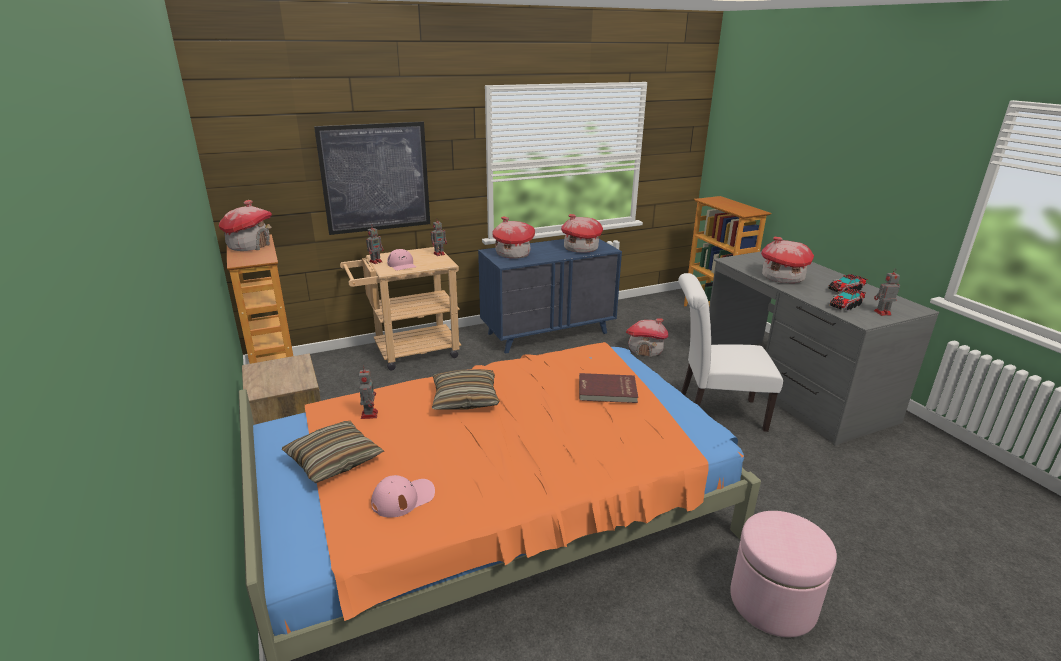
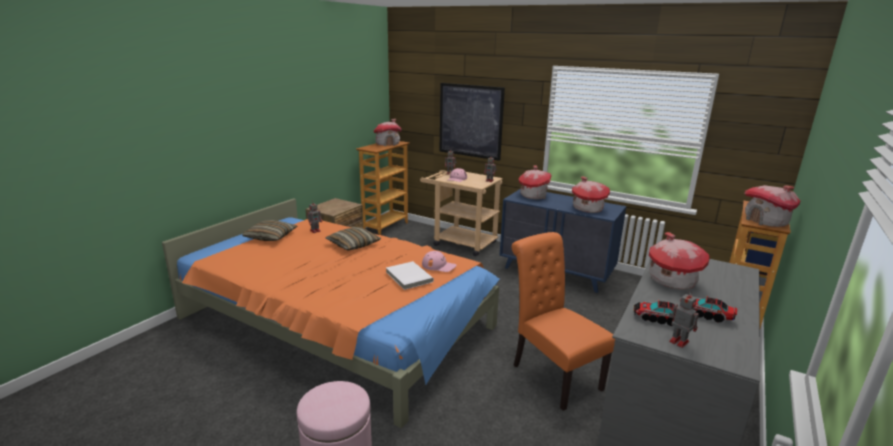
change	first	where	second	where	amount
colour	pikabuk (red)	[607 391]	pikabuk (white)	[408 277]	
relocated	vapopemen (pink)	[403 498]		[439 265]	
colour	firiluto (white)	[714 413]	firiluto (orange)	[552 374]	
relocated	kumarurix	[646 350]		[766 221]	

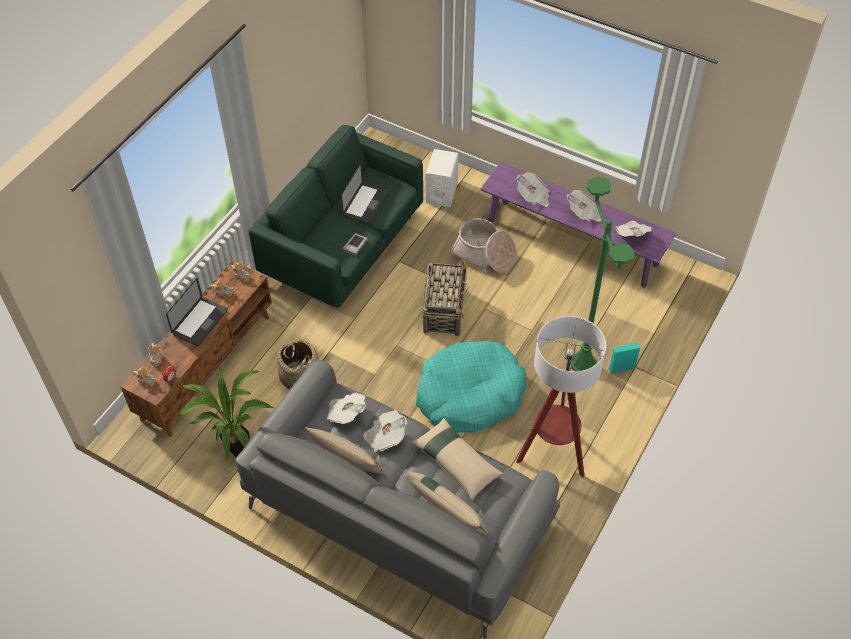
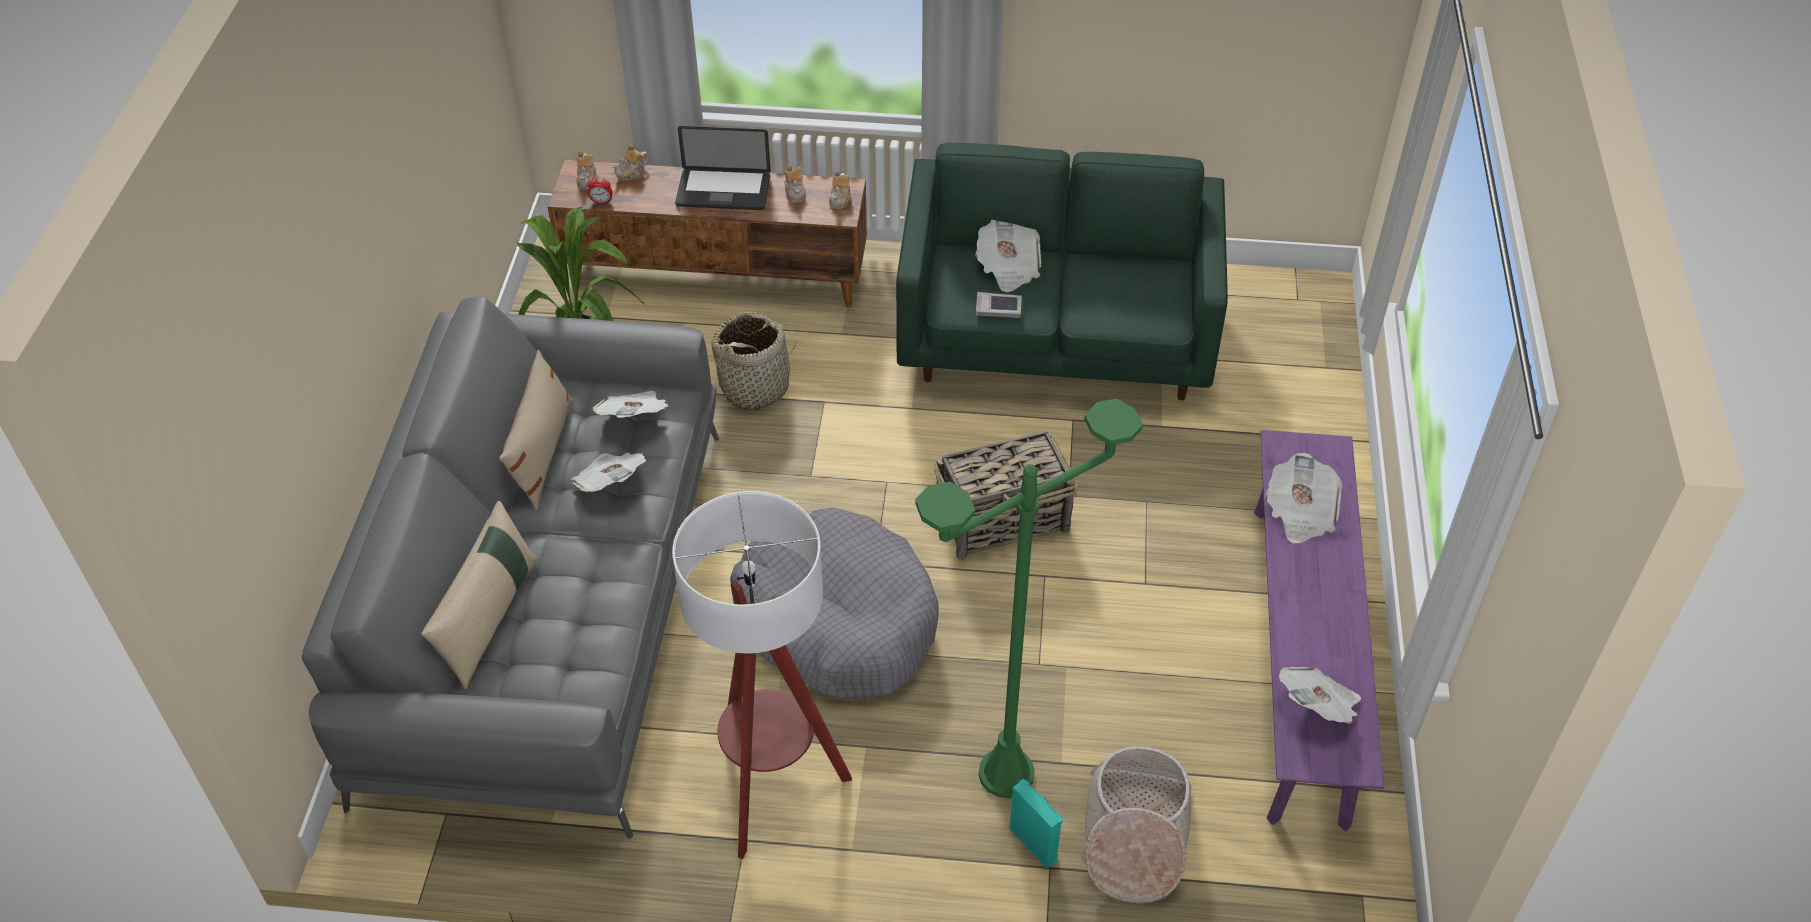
change	first	where	second	where	amount
colour	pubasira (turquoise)	[469 395]	pubasira (grey)	[837 619]	
relocated	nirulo	[583 213]		[1008 268]	
relocated	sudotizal	[484 255]		[1134 837]	
missing	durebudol	[366 204]			
missing	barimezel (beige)	[457 462]			
missing	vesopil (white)	[441 192]			

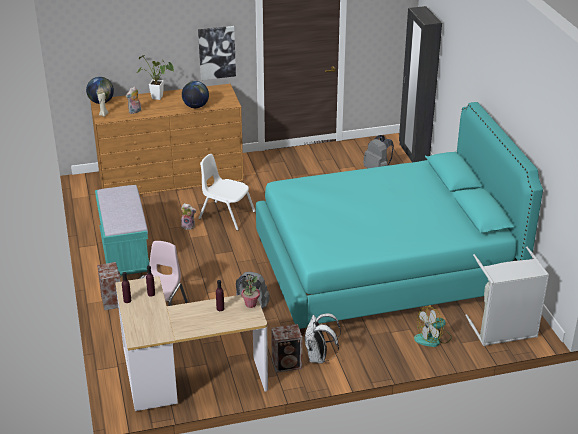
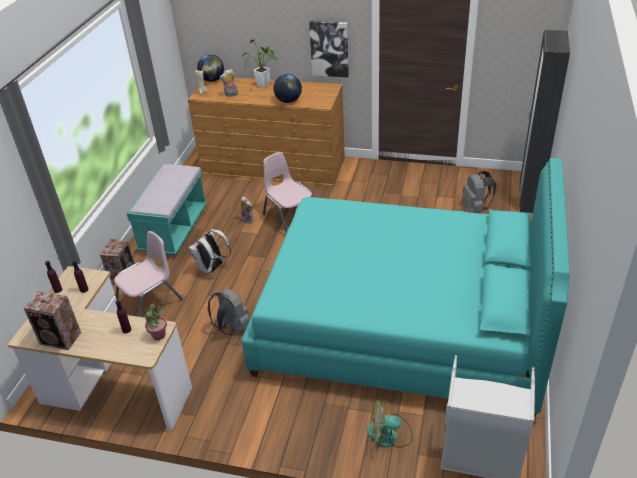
change	first	where	second	where	amount
relocated	vesopil	[287 364]		[61 339]	
relocated	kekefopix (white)	[319 357]		[212 268]	
colour	firiluto (white)	[226 215]	firiluto (pink)	[290 218]	

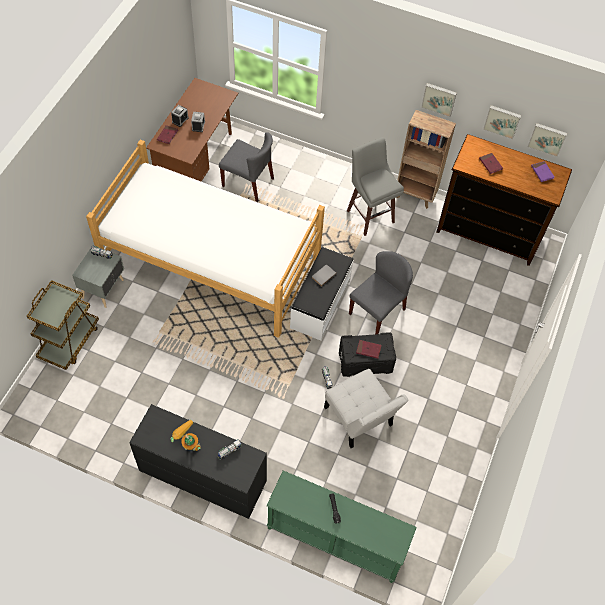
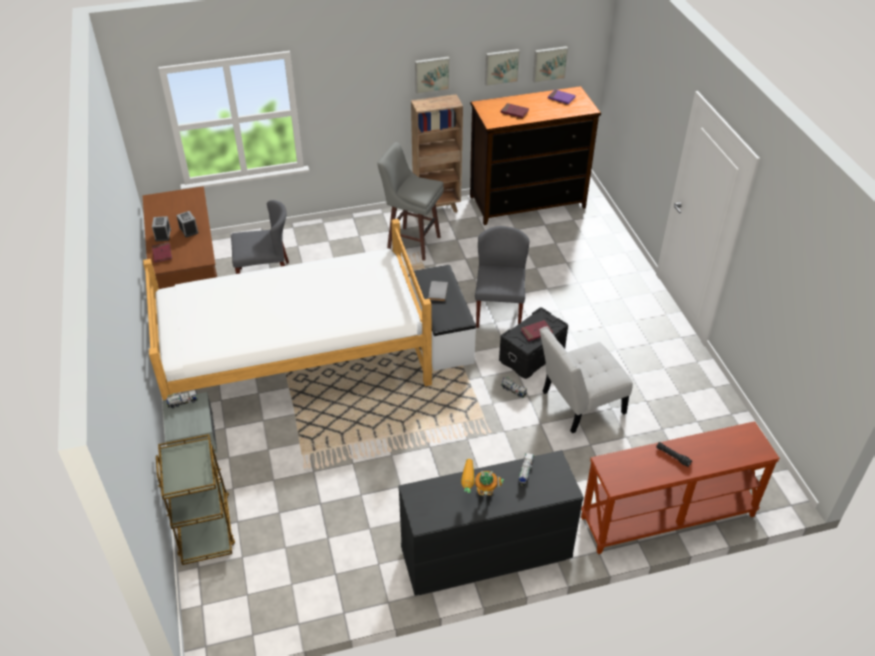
change	first	where	second	where	amount
spun	firiluto (white)	[360 420]		[579 404]	135 degrees clockwise
colour	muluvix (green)	[335 539]	muluvix (brown)	[667 517]	

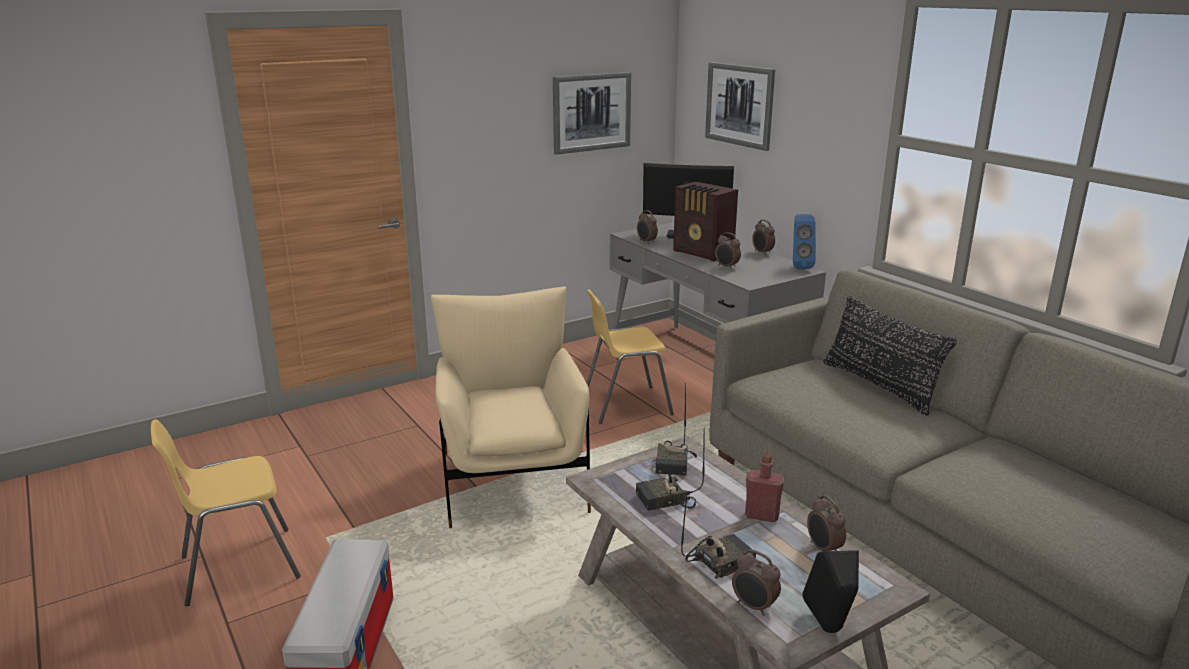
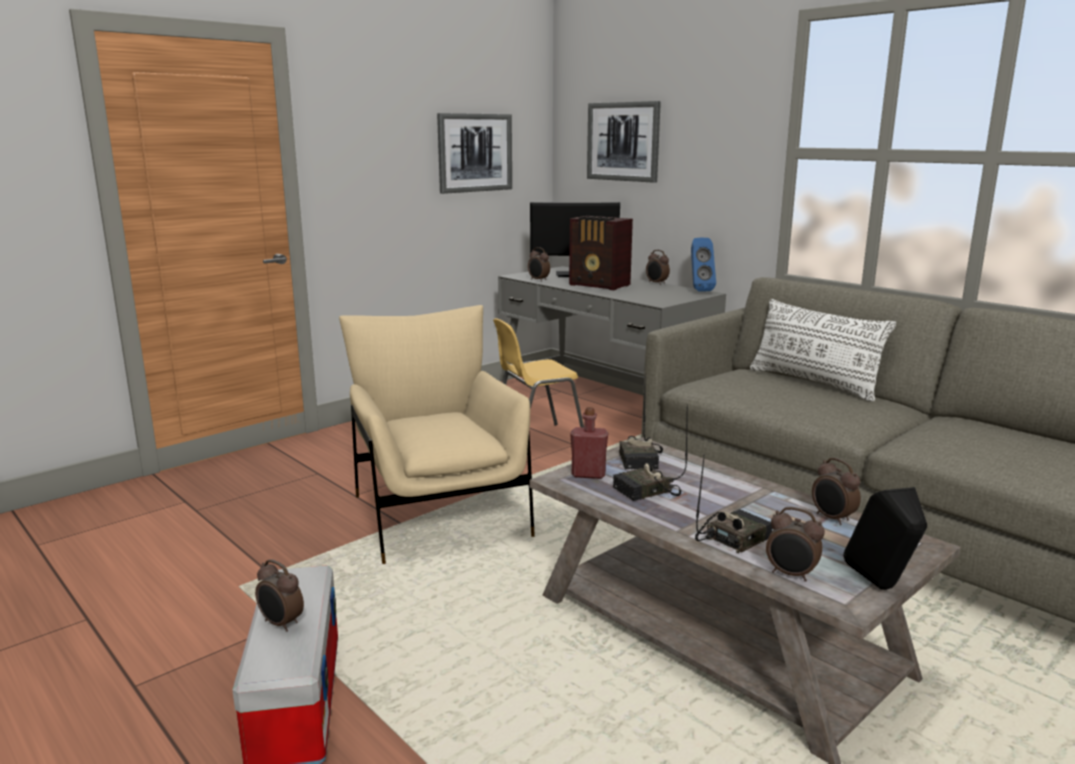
change	first	where	second	where	amount
relocated	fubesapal	[726 267]		[281 624]	
relocated	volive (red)	[762 515]		[588 474]	
colour	barimezel (black)	[879 386]	barimezel (white)	[813 383]	
missing	firiluto (yellow)	[238 566]			

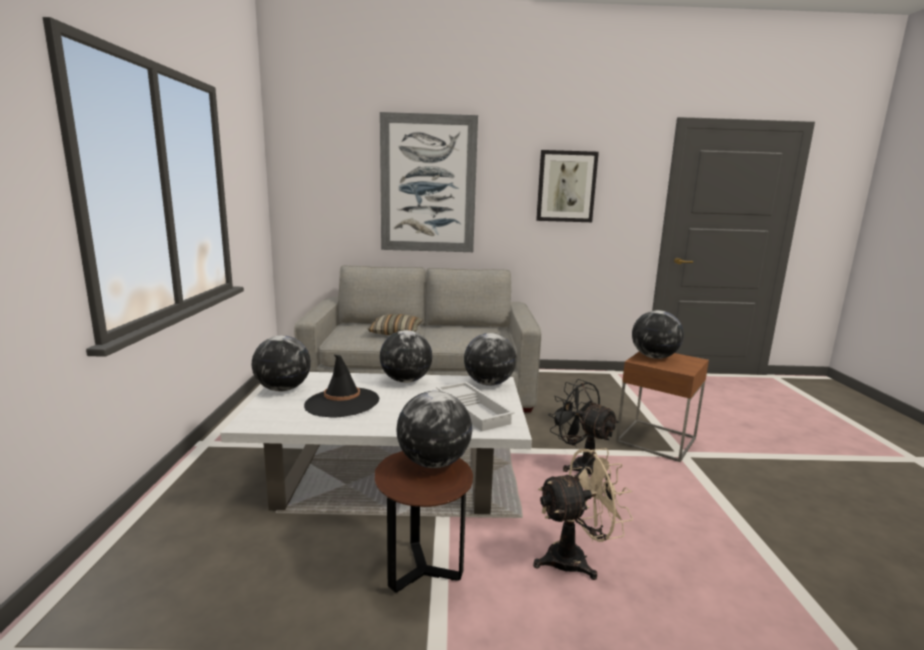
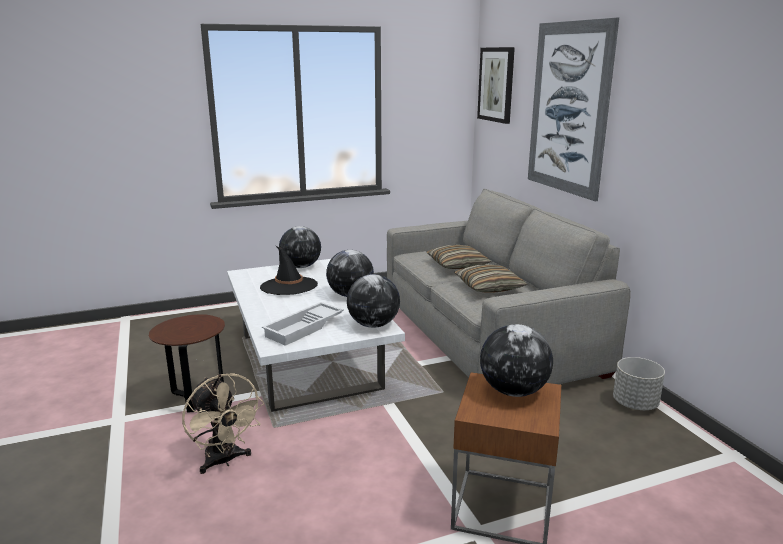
change	first	where	second	where	amount
appeared			barimezel	[489 287]	
relocated	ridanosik	[566 186]		[496 84]	
appeared			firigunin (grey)	[635 404]	
missing	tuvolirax	[434 462]			
missing	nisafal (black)	[580 465]			

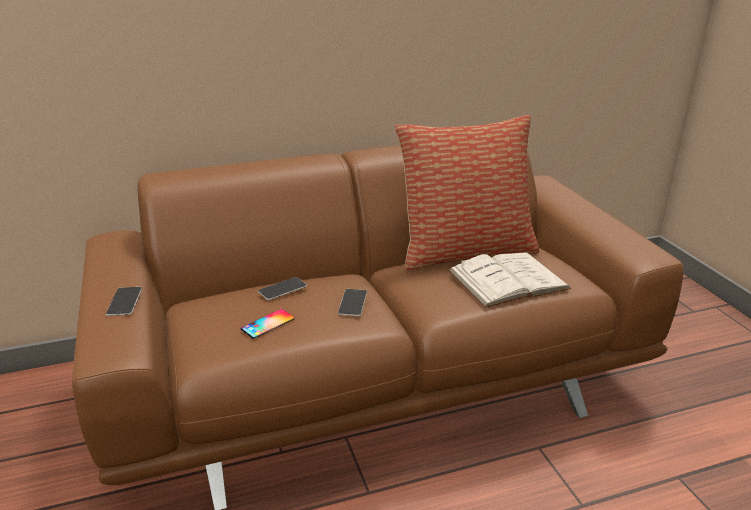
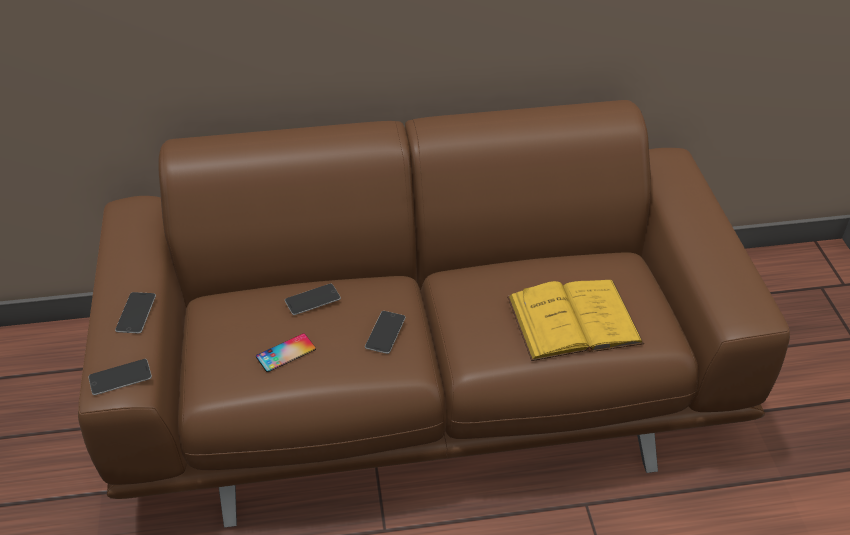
change	first	where	second	where	amount
appeared			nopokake	[120 377]	
colour	pikabuk (white)	[507 279]	pikabuk (yellow)	[573 320]	
missing	barimezel	[465 251]			

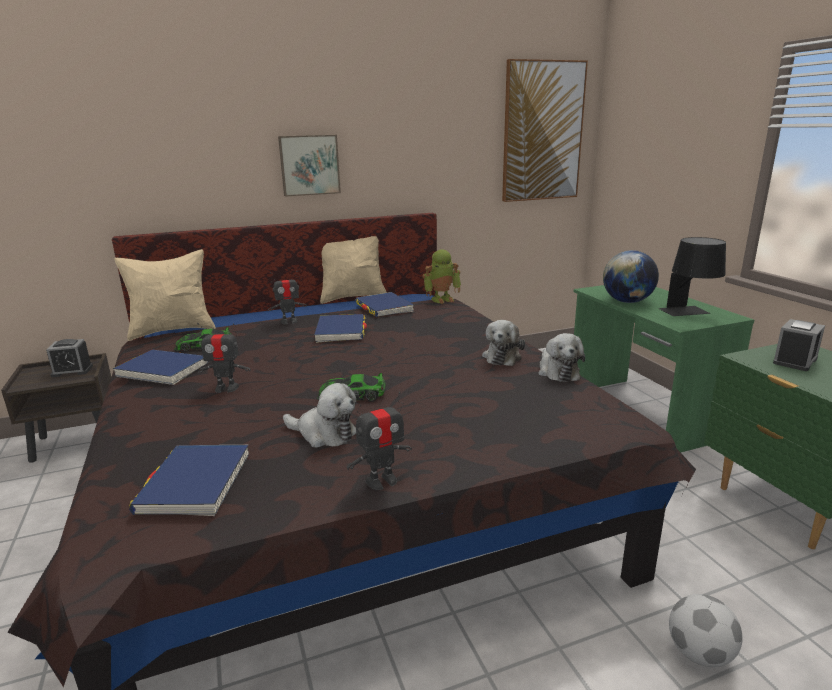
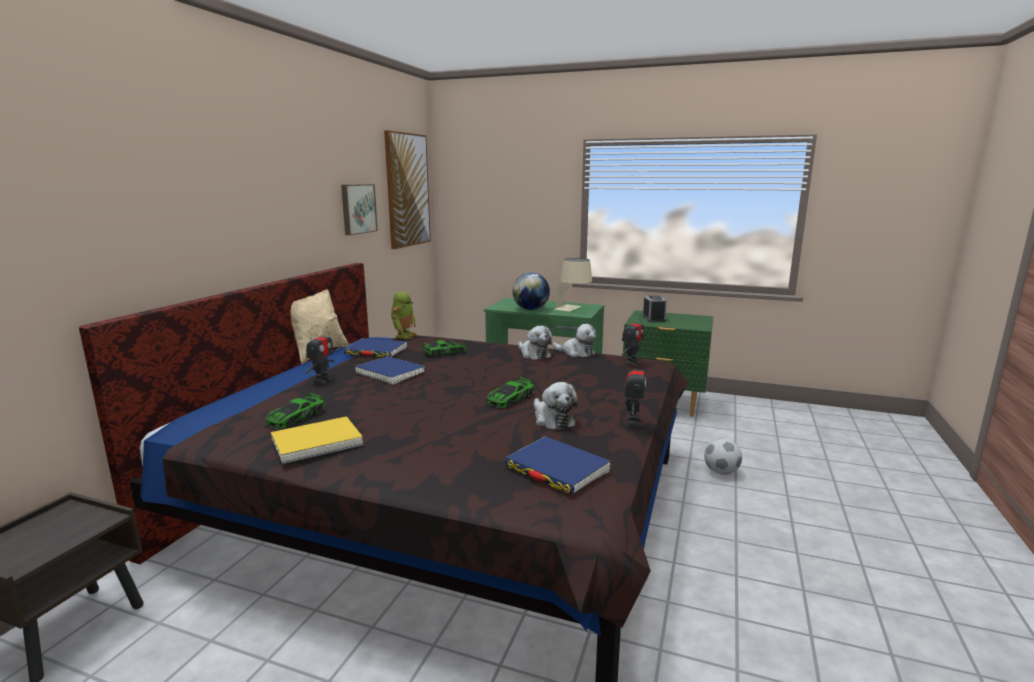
change	first	where	second	where	amount
colour	pikabuk (blue)	[163 370]	pikabuk (yellow)	[317 443]	
relocated	ridanosik	[309 165]		[357 209]	
appeared			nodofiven	[445 352]	
spun	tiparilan	[324 434]		[552 420]	90 degrees clockwise
colour	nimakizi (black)	[689 313]	nimakizi (beige)	[573 308]	
relocated	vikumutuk	[226 388]		[631 363]	
missing	fubesapal	[72 371]			
missing	barimezel (beige)	[173 330]			

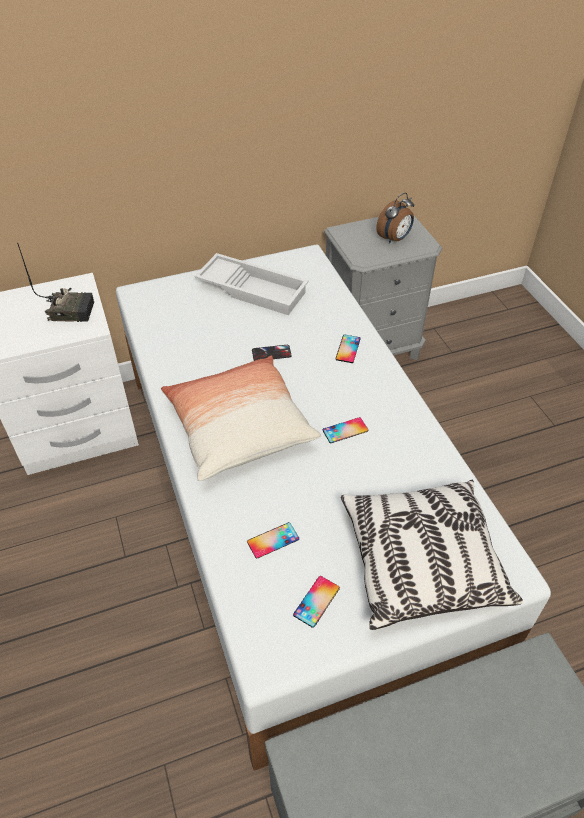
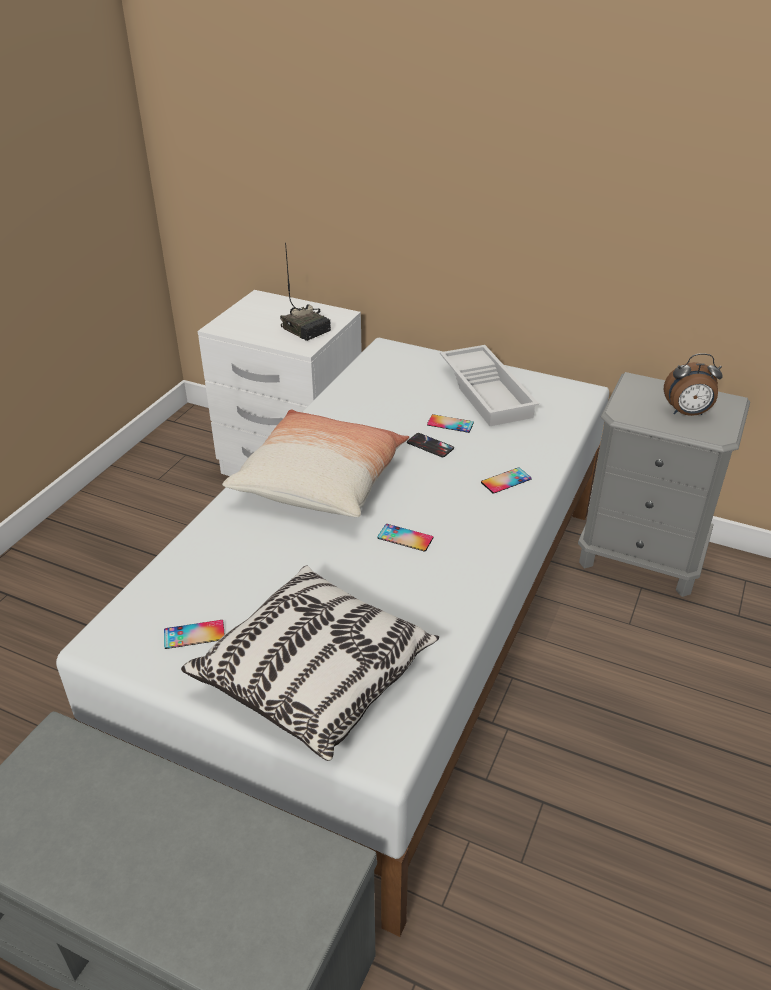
change	first	where	second	where	amount
relocated	nopokake	[273 540]		[450 424]	

